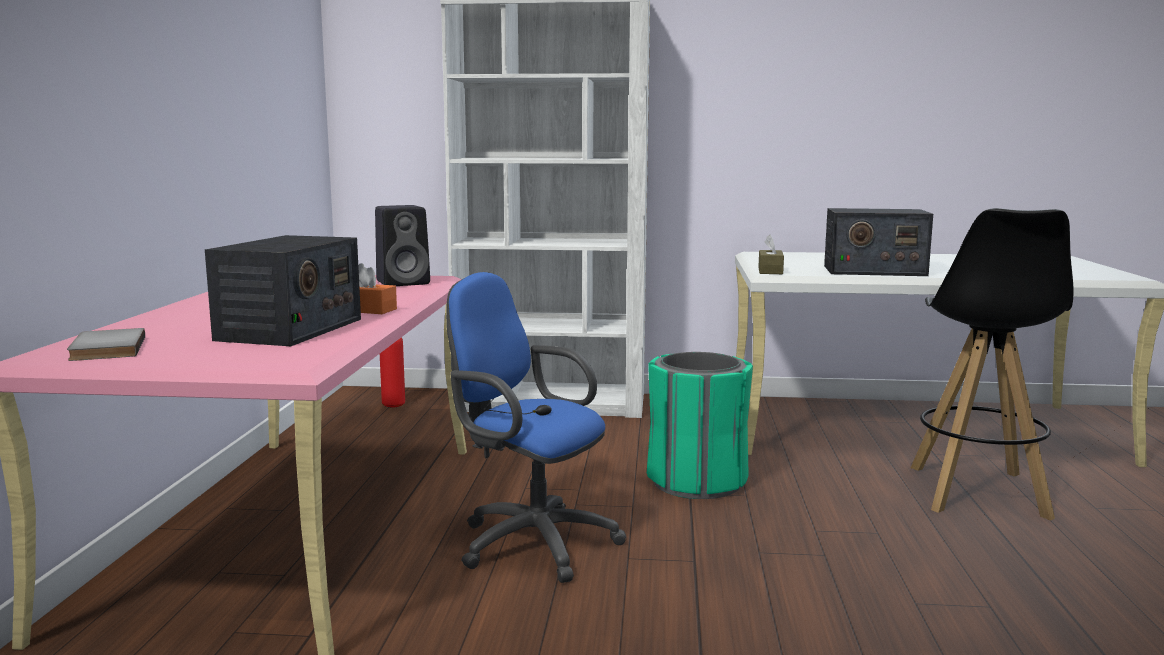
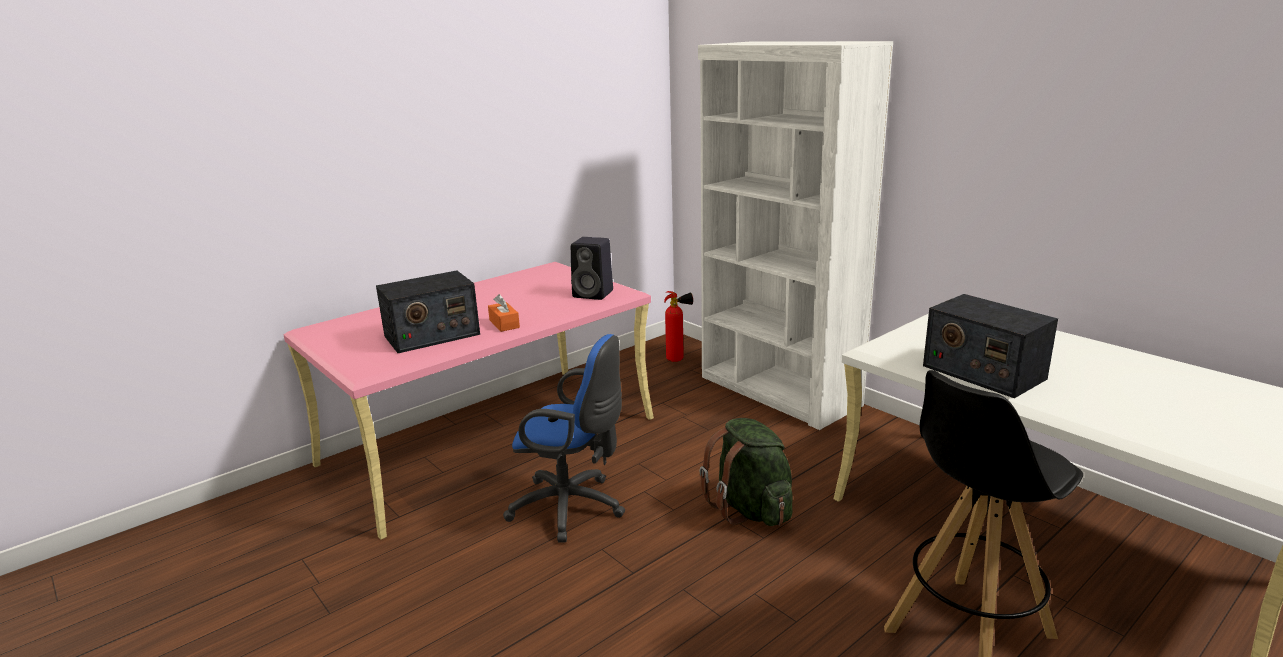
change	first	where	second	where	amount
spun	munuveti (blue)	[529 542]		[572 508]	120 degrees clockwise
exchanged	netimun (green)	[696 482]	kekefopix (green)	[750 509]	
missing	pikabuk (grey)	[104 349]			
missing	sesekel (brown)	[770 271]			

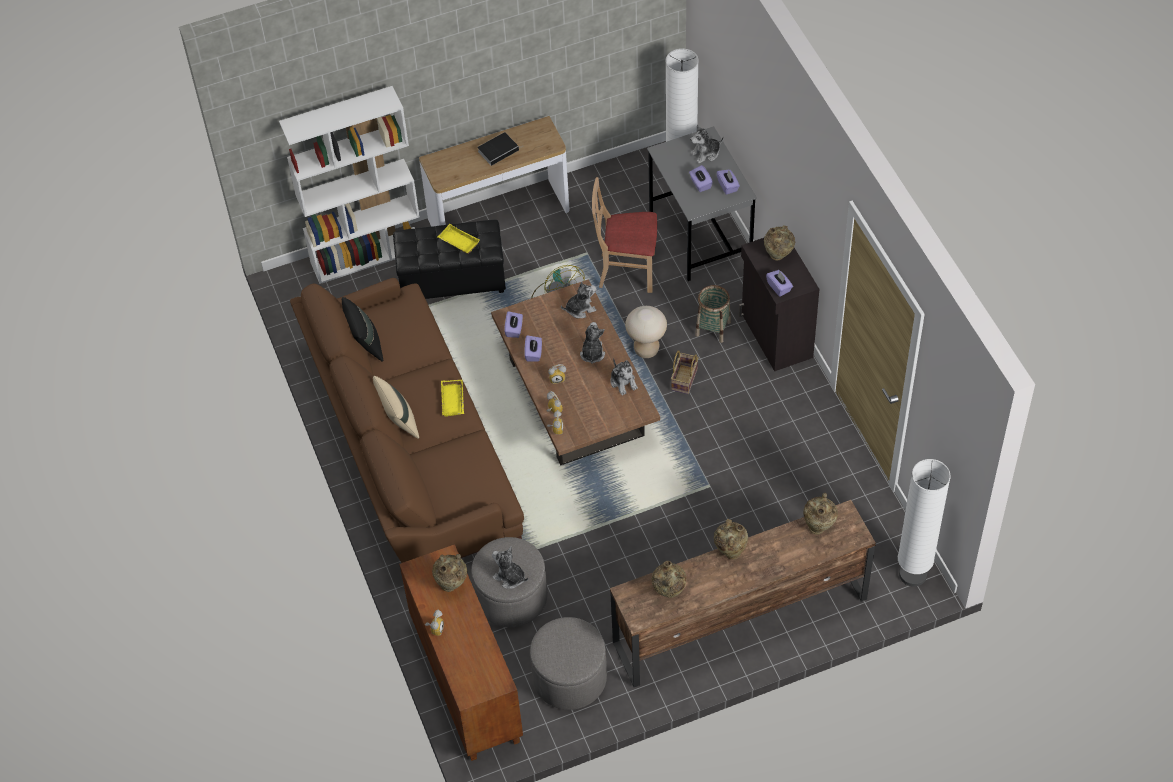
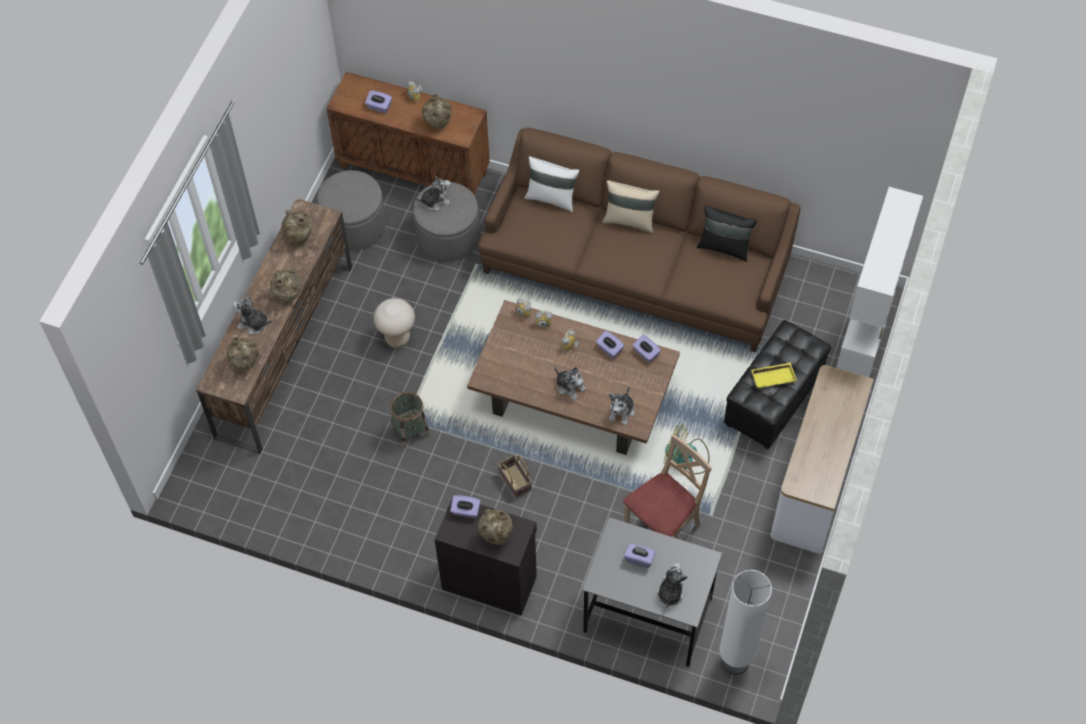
change	first	where	second	where	amount
relocated	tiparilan	[623 382]		[253 324]	
relocated	sesekel (purple)	[728 186]		[379 107]	
relocated	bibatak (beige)	[646 350]		[397 339]	
relocated	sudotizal	[713 328]		[410 431]	
appeared			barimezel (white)	[551 198]	
missing	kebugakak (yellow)	[454 400]			
missing	pikabuk	[499 150]			
missing	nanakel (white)	[912 574]			

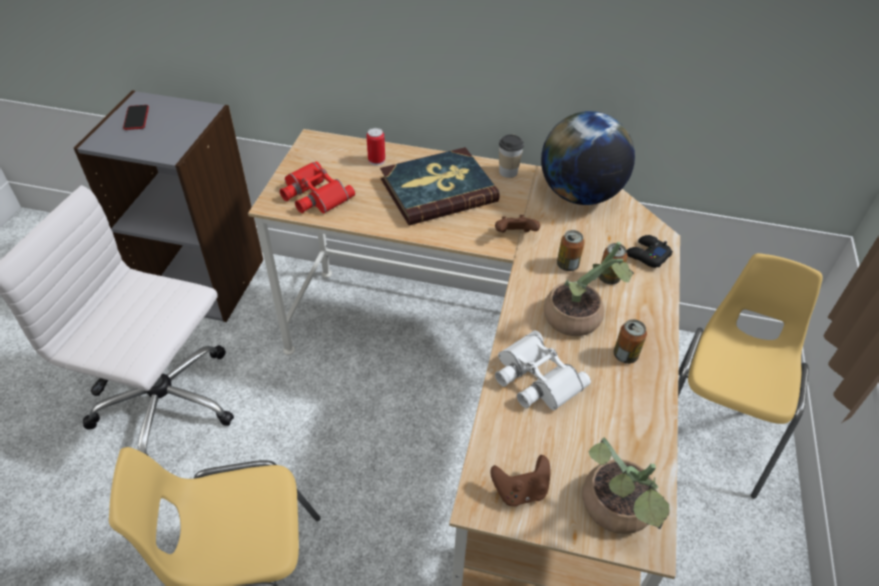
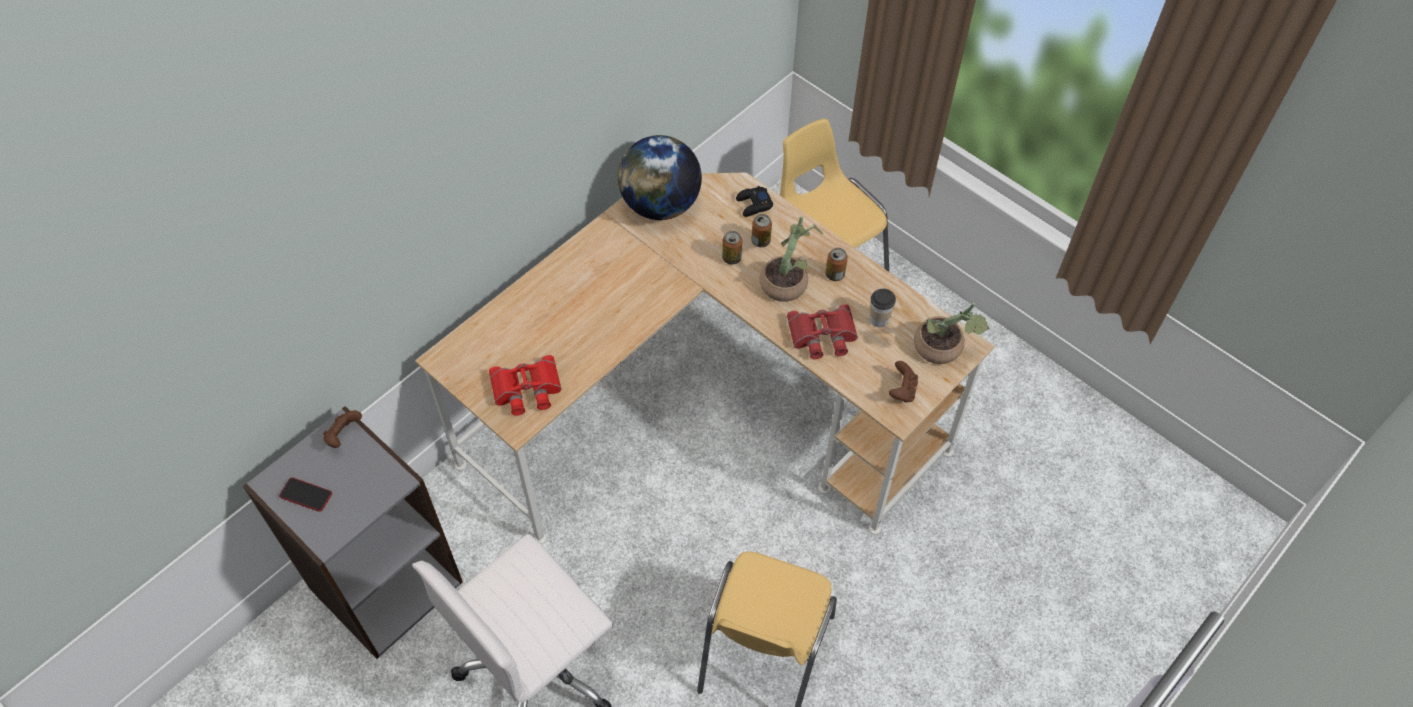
change	first	where	second	where	amount
relocated	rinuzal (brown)	[514 235]		[344 435]	
colour	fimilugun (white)	[535 378]	fimilugun (red)	[822 336]	
relocated	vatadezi	[508 172]		[878 319]	
missing	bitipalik	[376 160]			
missing	pikabuk	[438 190]			

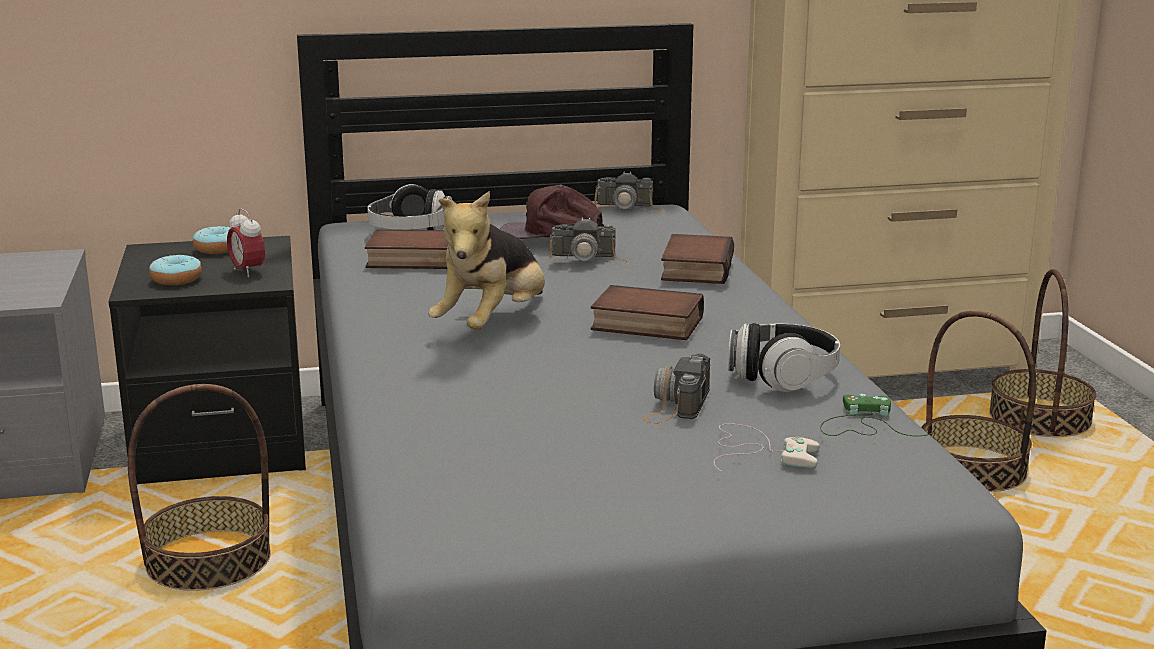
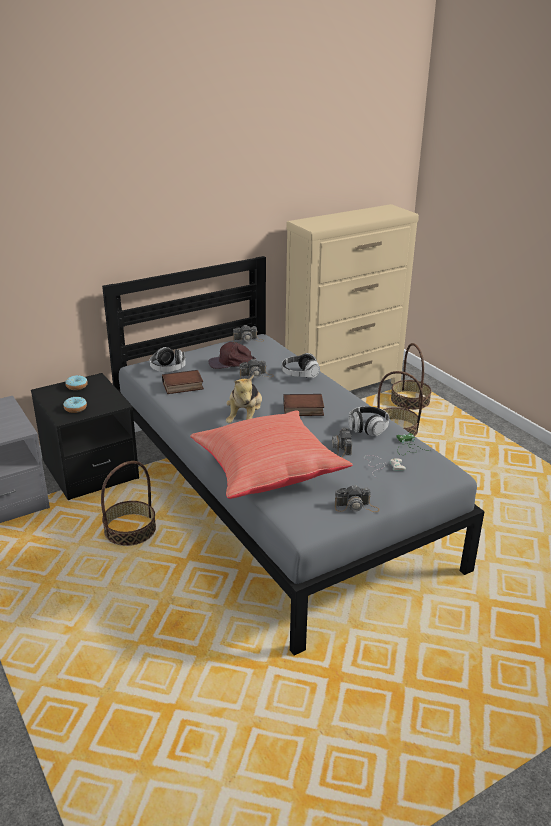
change	first	where	second	where	amount
appeared			barimezel (red)	[267 472]	
exchanged	pikabuk	[694 268]	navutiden	[300 374]	
appeared			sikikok	[356 506]	
missing	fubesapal	[247 271]			

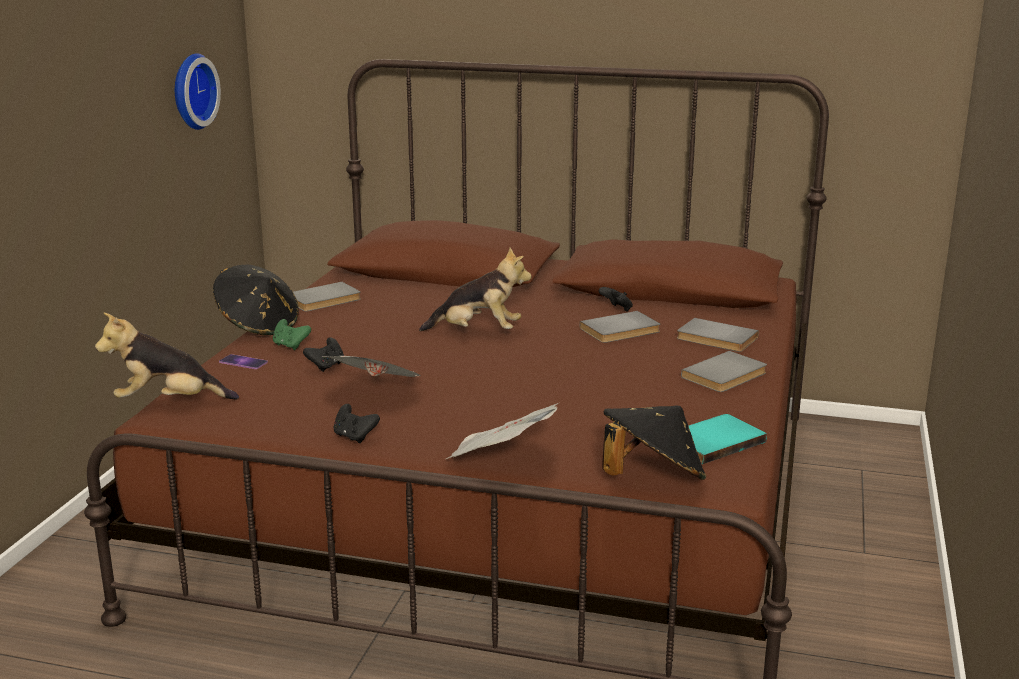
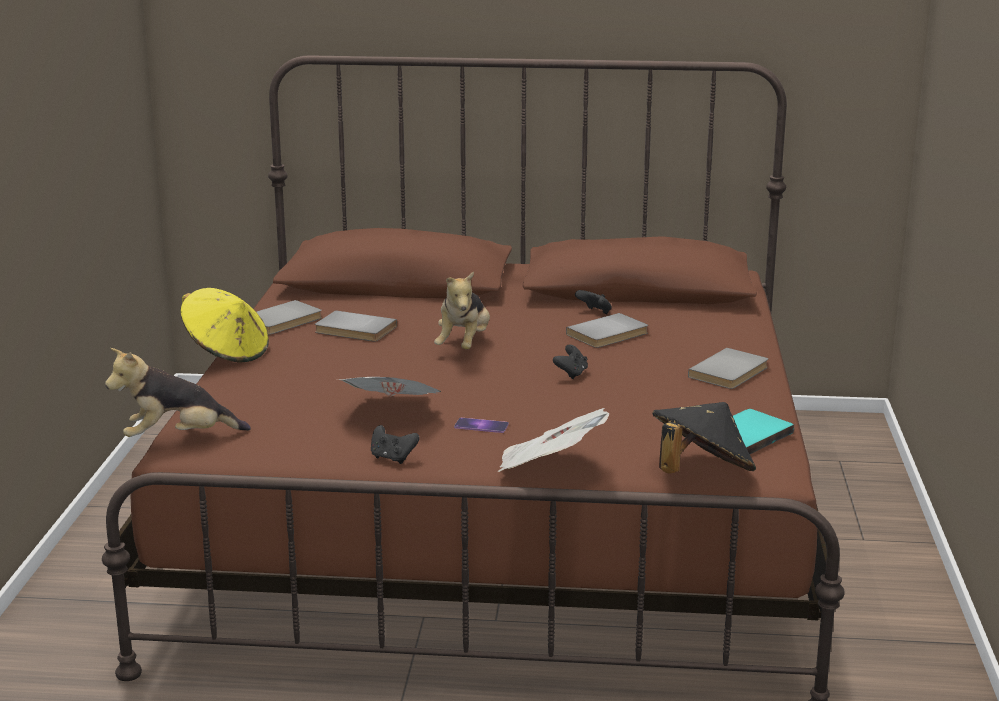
change	first	where	second	where	amount
colour	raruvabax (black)	[258 326]	raruvabax (yellow)	[227 353]	
relocated	pikabuk (grey)	[715 339]		[354 330]	
spun	tiparilan	[478 332]		[464 345]	105 degrees clockwise
relocated	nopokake	[243 362]		[481 426]	
relocated	rinuzal (black)	[326 366]		[571 374]	
missing	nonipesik	[191 91]			
missing	rinuzal (green)	[290 346]			

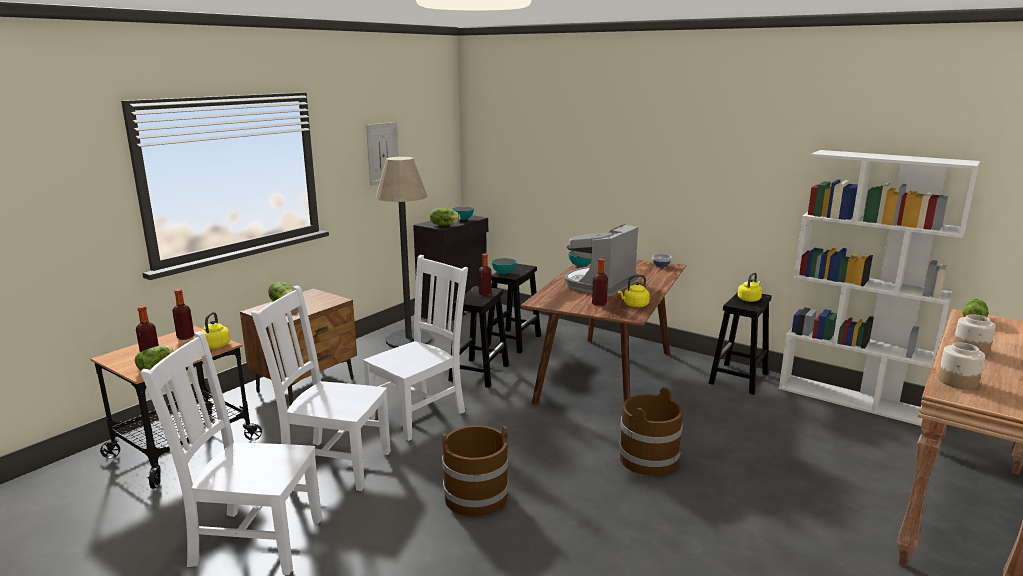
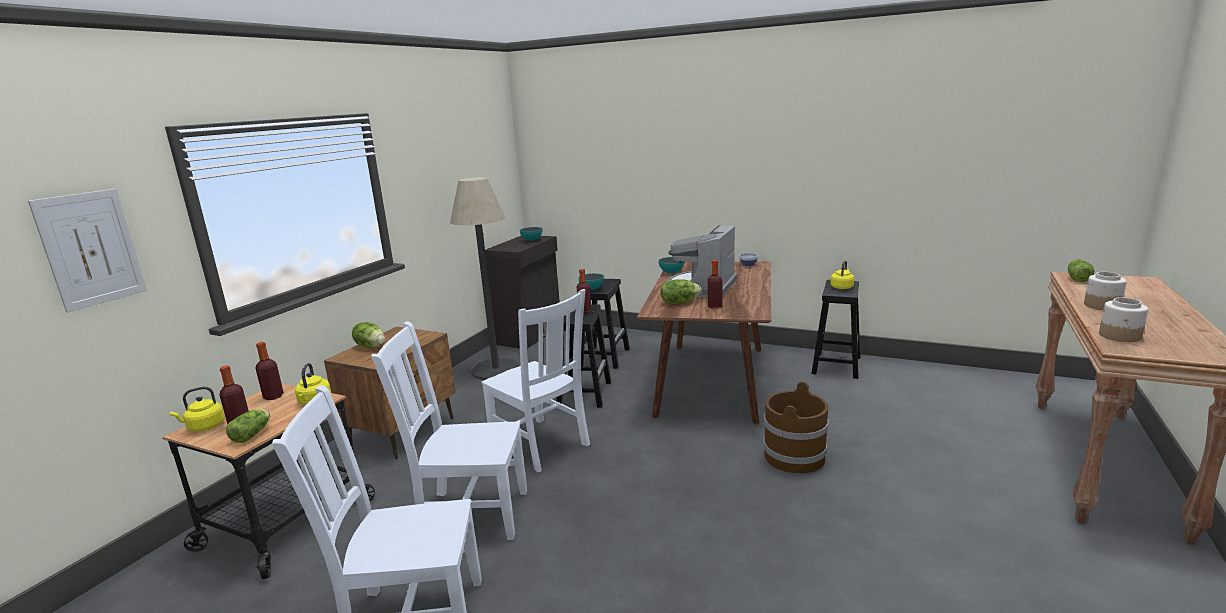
change	first	where	second	where	amount
relocated	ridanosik	[383 153]		[91 249]	
relocated	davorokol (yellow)	[634 305]		[204 427]	
spun	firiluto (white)	[419 414]		[541 445]	105 degrees clockwise
relocated	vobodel	[444 225]		[679 302]	
missing	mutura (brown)	[476 496]			
missing	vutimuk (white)	[851 399]			

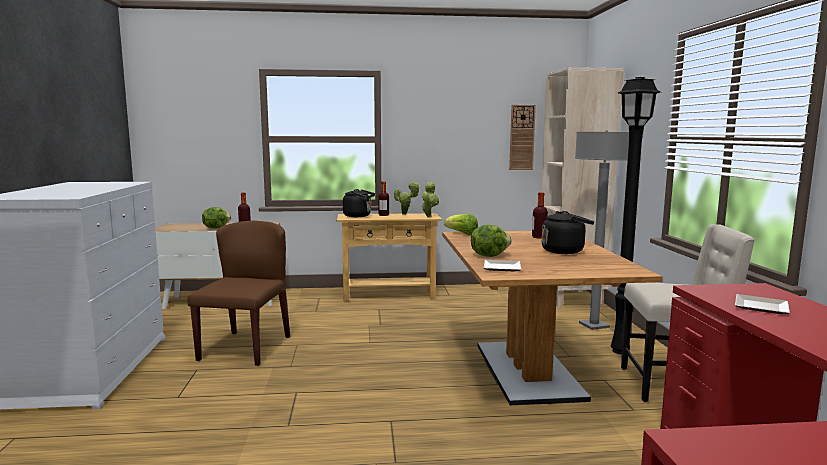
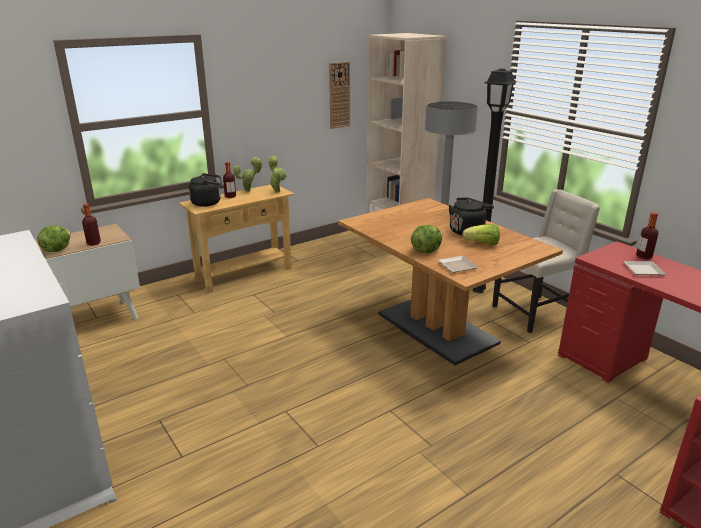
change	first	where	second	where	amount
relocated	vobodel	[461 234]		[482 244]	
relocated	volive	[539 237]		[643 257]	
missing	firiluto (brown)	[245 347]			

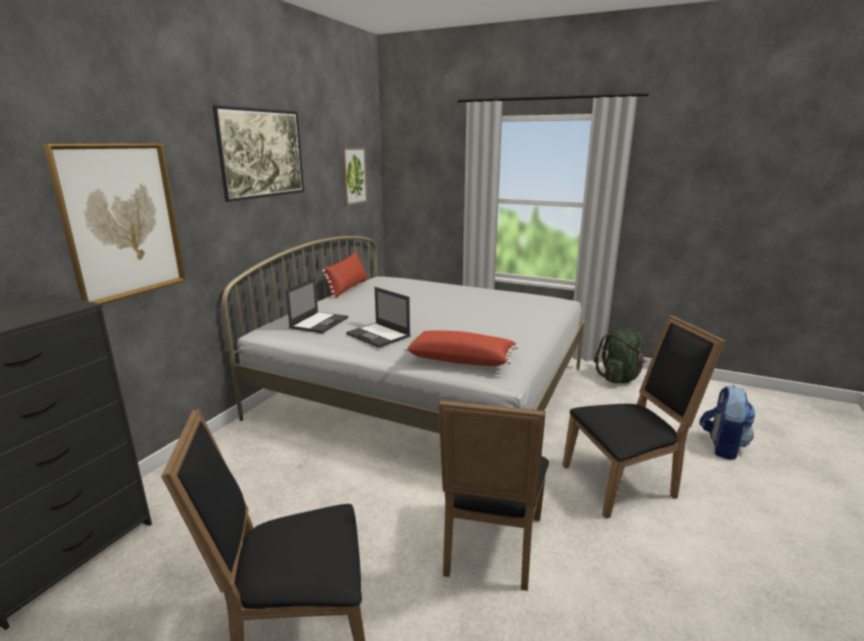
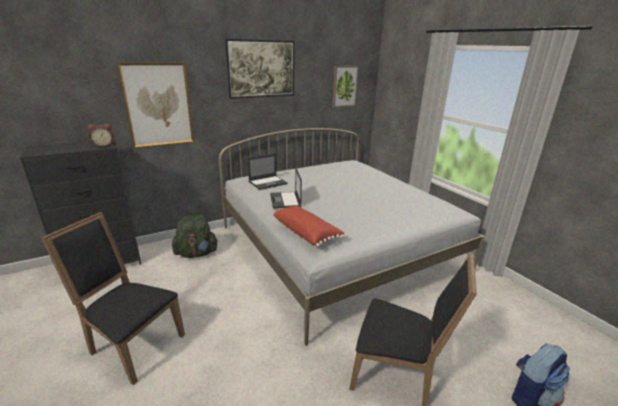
change	first	where	second	where	amount
appeared			fubesapal	[104 145]	
relocated	kekefopix (green)	[620 378]		[196 253]	
missing	barimezel (red)	[348 288]			
missing	firiluto (black)	[489 549]			

